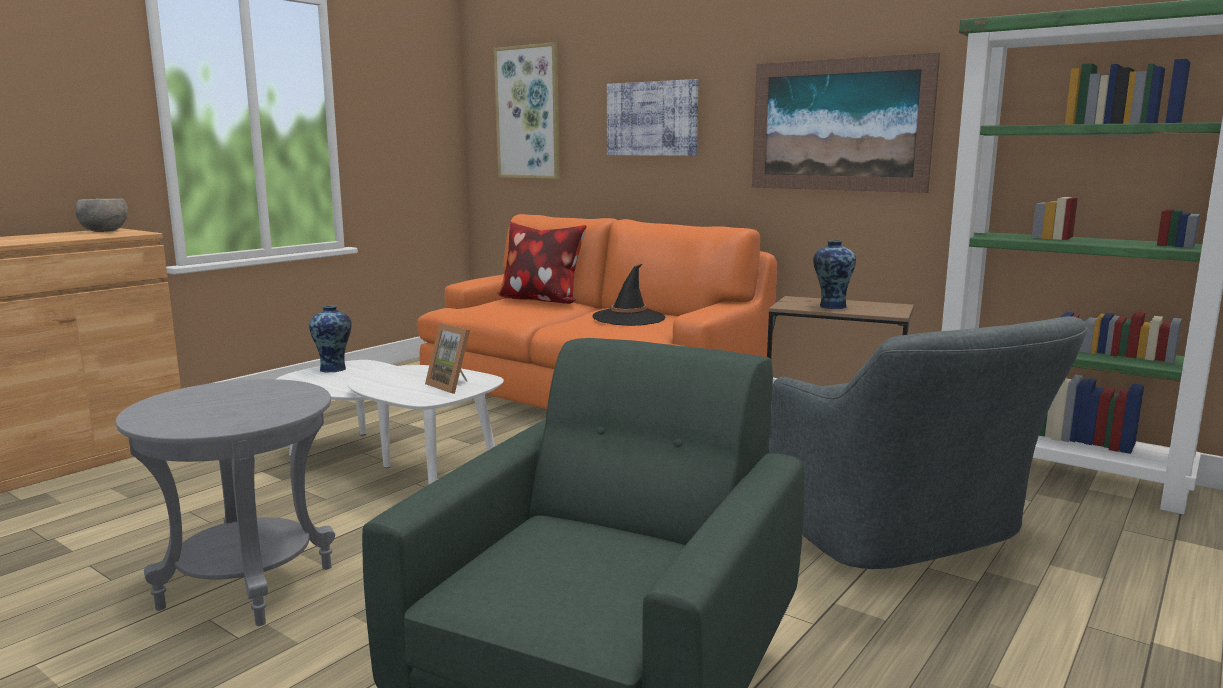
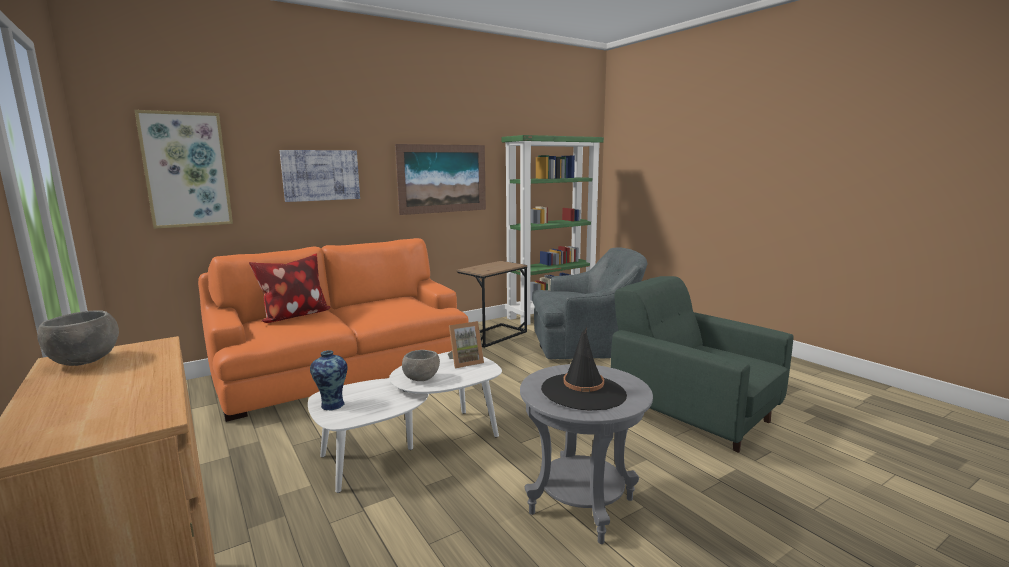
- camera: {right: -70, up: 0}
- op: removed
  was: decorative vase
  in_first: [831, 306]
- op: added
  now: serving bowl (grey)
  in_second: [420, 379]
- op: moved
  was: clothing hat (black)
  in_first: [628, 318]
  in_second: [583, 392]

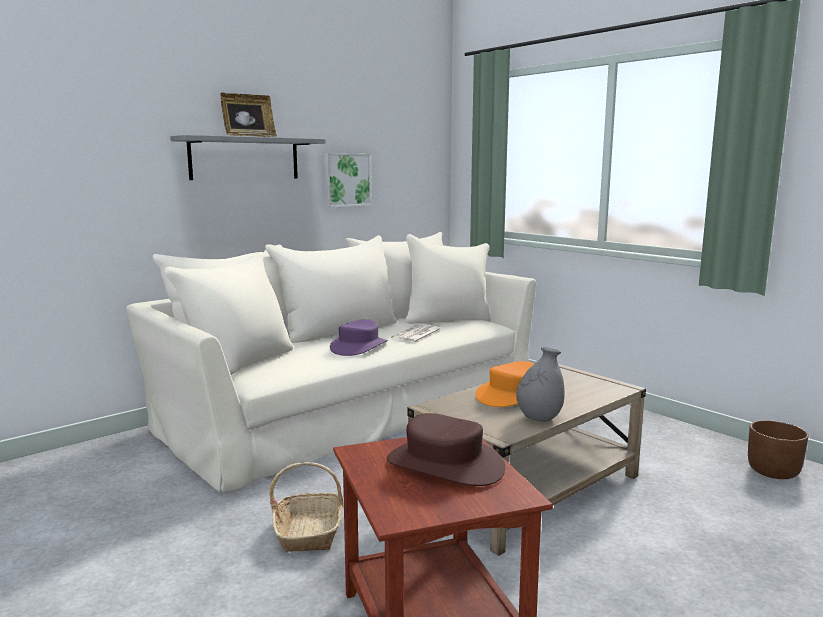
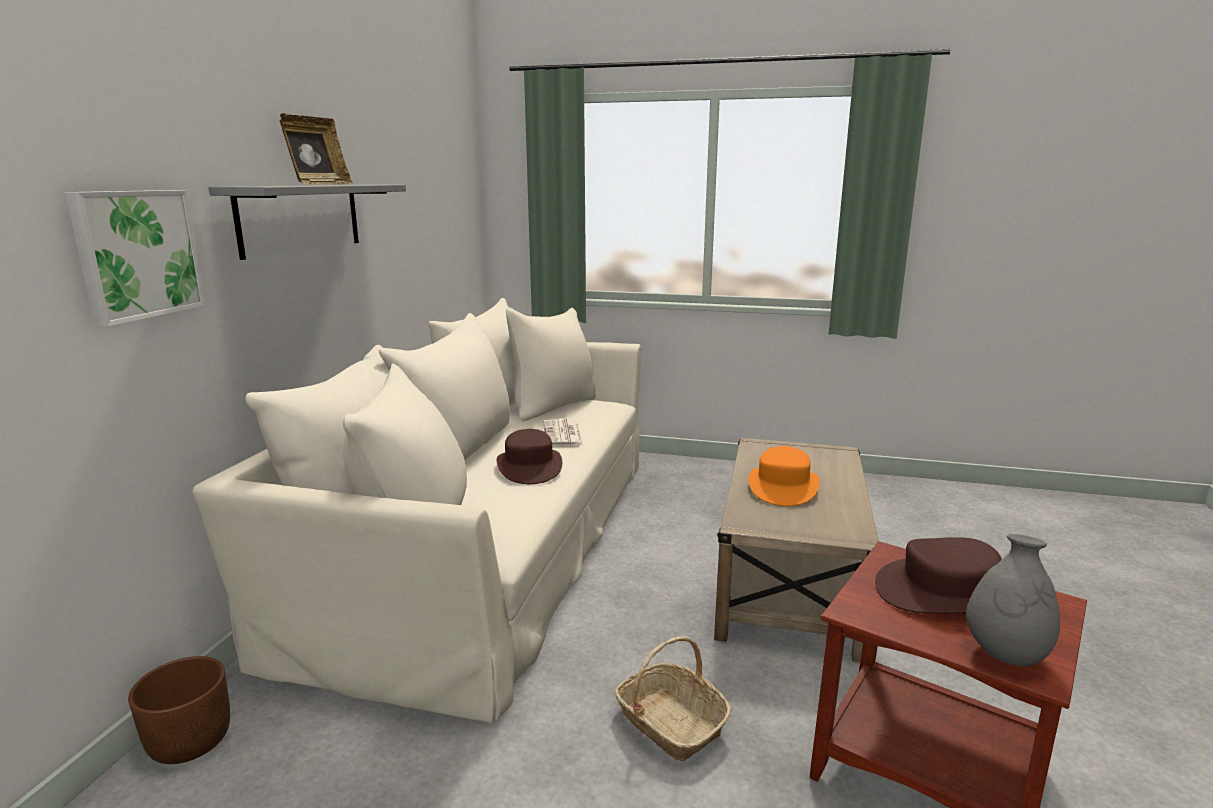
- camera: {right: -35, up: 5}
- op: moved
  was: picture
  in_first: [346, 179]
  in_second: [136, 254]
- op: moved
  was: decorative vase (grey)
  in_first: [539, 419]
  in_second: [1005, 655]
- op: moved
  was: flower pot (brownish)
  in_first: [773, 471]
  in_second: [190, 741]
- op: recoloured
  was: clothing hat (purplish)
  now: clothing hat (brownish)
  in_first: [359, 347]
  in_second: [529, 467]

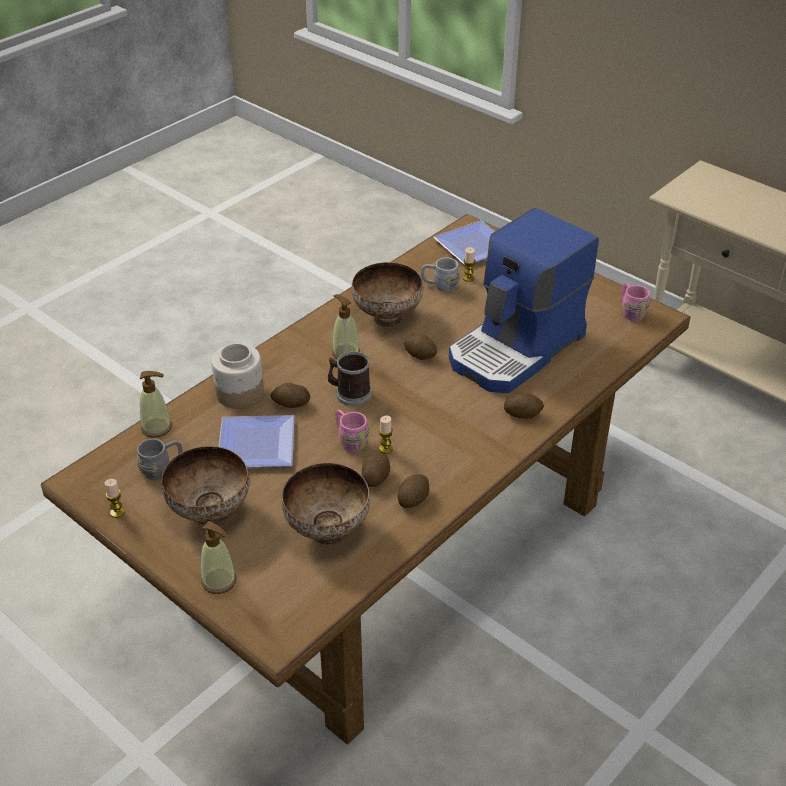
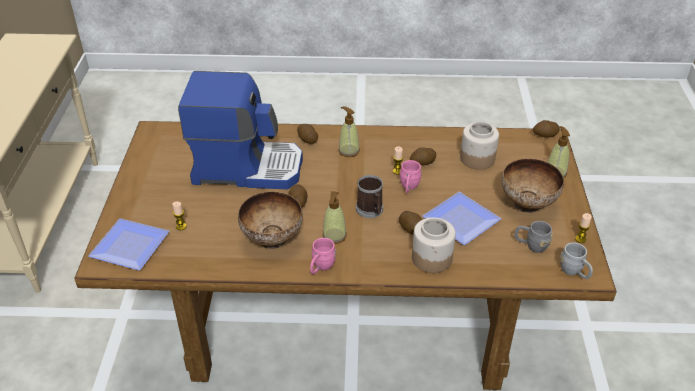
- camera: {right: -130, up: 0}
- op: moved
  was: soap bottle
  in_first: [157, 428]
  in_second: [348, 151]
- op: moved
  was: whole potato
  in_first: [413, 499]
  in_second: [544, 135]
- op: moved
  was: mug (grey)
  in_first: [440, 286]
  in_second: [574, 272]
- op: moved
  was: mug (pink)
  in_first: [630, 311]
  in_second: [321, 267]
- op: replaced
  was: serving bowl
  now: jar
  in_first: [327, 529]
  in_second: [477, 159]

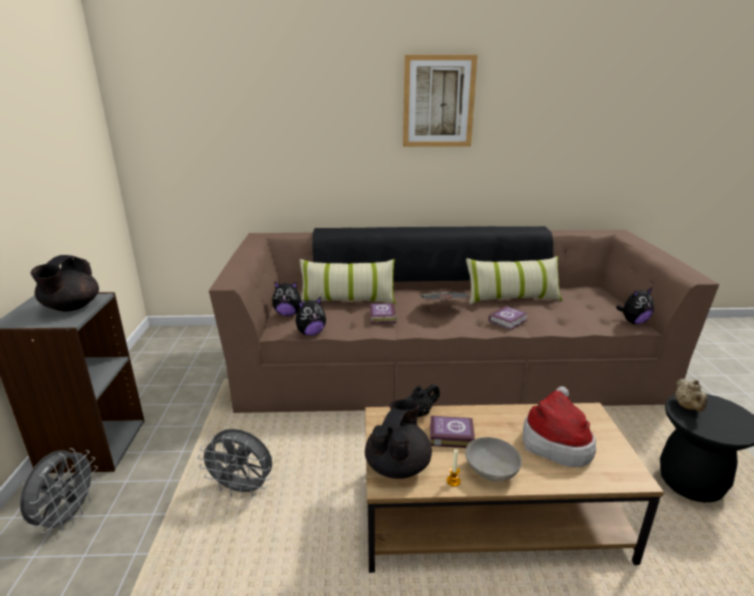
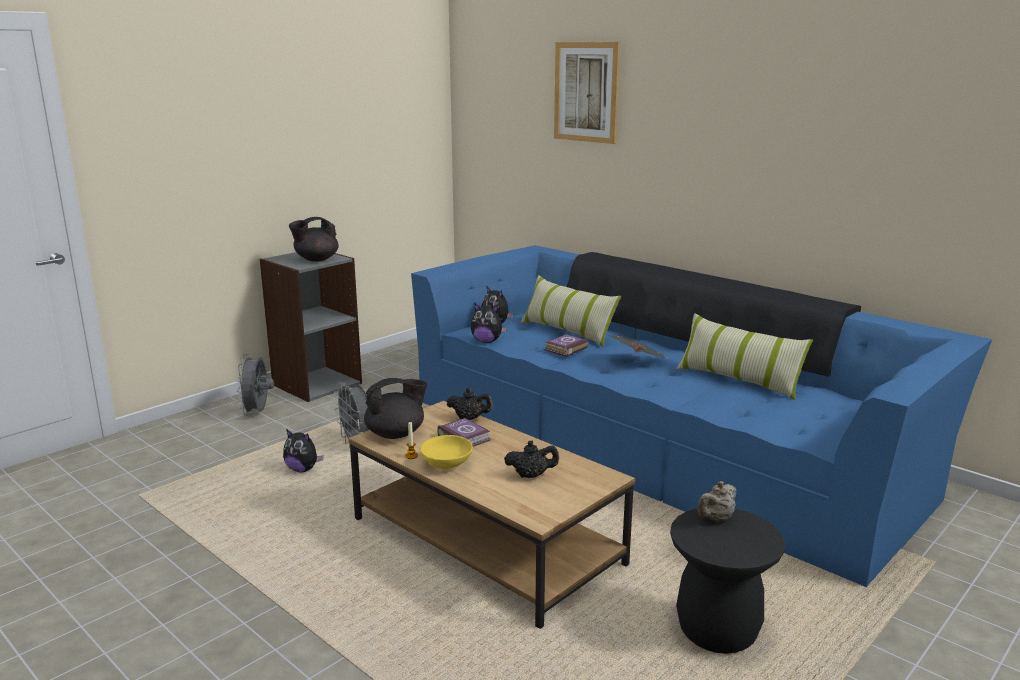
- camera: {right: 45, up: -5}
- op: removed
  was: volume
  in_first: [508, 320]
- op: moved
  was: picture
  in_first: [438, 102]
  in_second: [586, 92]
- op: moved
  was: plush toy
  in_first: [633, 322]
  in_second: [303, 469]
- op: replaced
  was: clothing hat
  now: teapot (black)
  in_first: [556, 441]
  in_second: [531, 475]
- op: recoloured
  was: couch (brownish)
  now: couch (blue)
  in_first: [444, 361]
  in_second: [659, 440]
- op: recoloured
  was: serving bowl (grey)
  now: serving bowl (yellowish)
  in_first: [492, 470]
  in_second: [447, 464]
- op: turned
  was: fan (grey)
  in_first: [68, 517]
  in_second: [258, 412]
  clockwise: 120

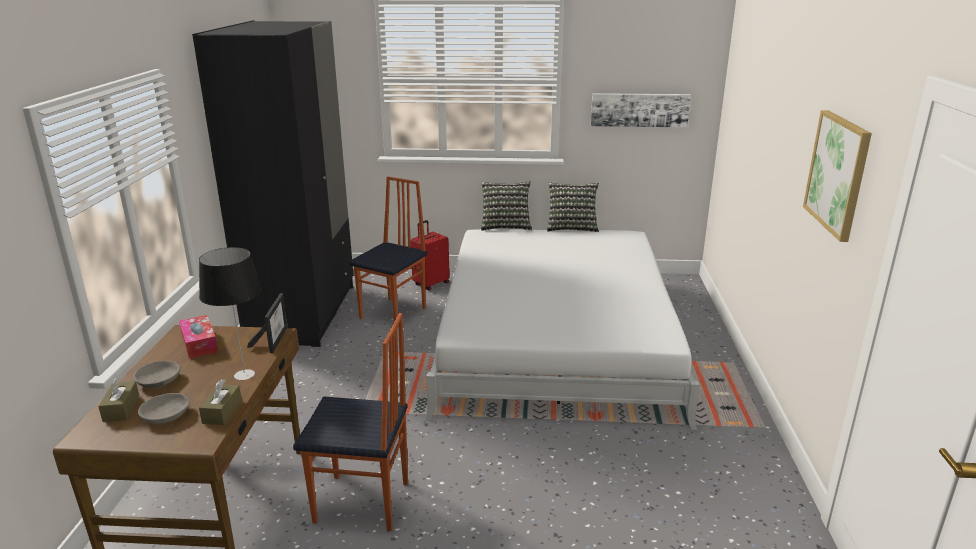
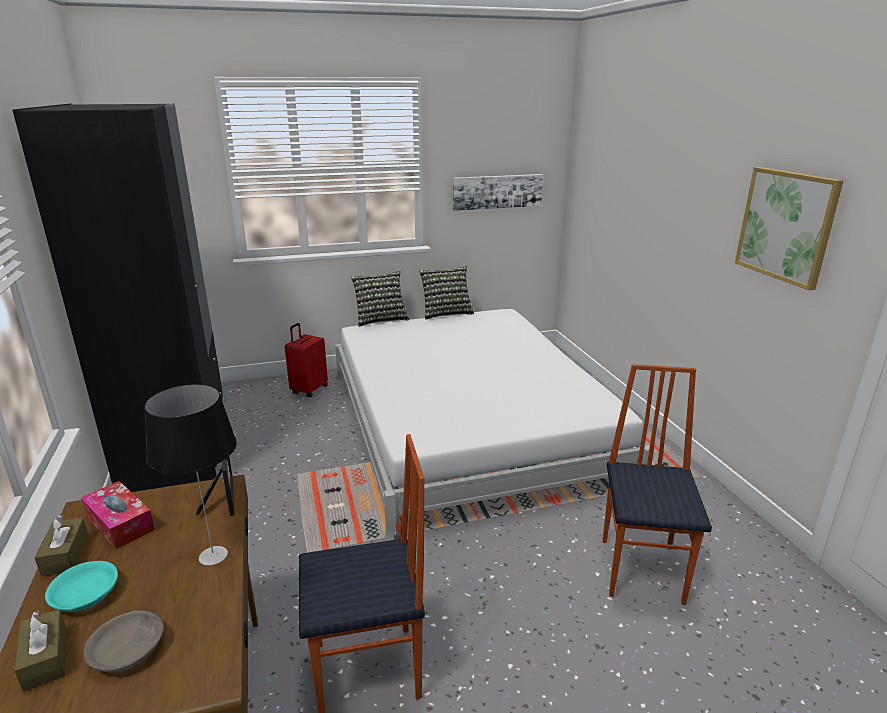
- camera: {right: -20, up: 0}
- op: moved
  was: box of tissues (brownish)
  in_first: [222, 412]
  in_second: [65, 555]
- op: moved
  was: plain chair
  in_first: [394, 313]
  in_second: [643, 569]
- op: recoloured
  was: serving bowl (grey)
  now: serving bowl (turquoise-coloured)
  in_first: [158, 381]
  in_second: [84, 595]

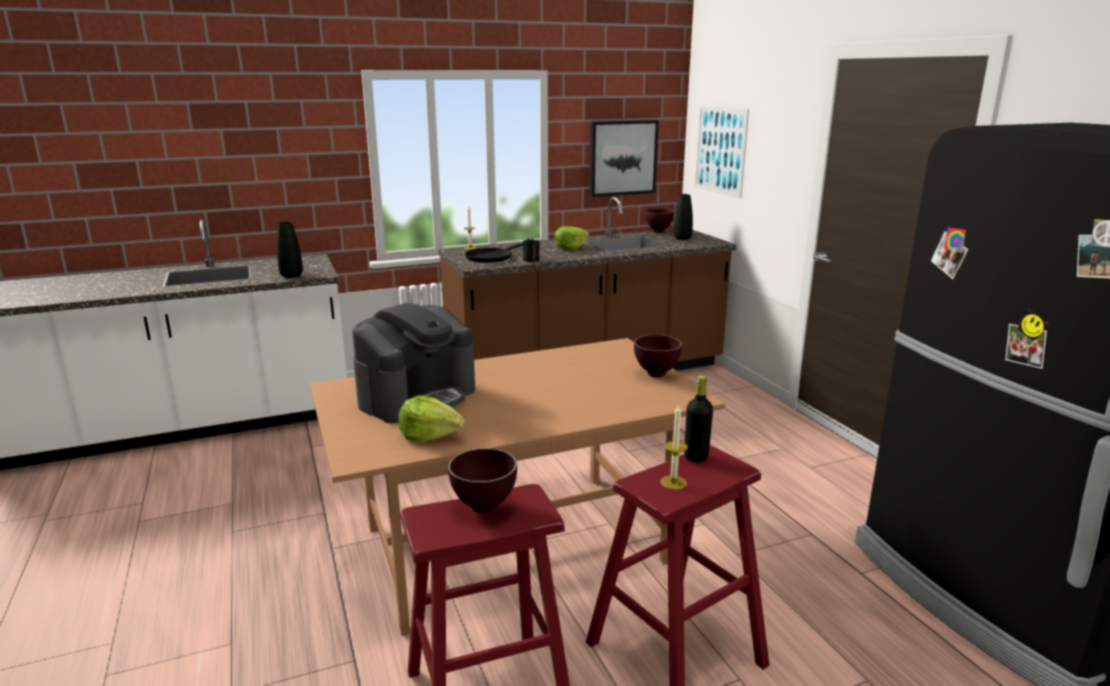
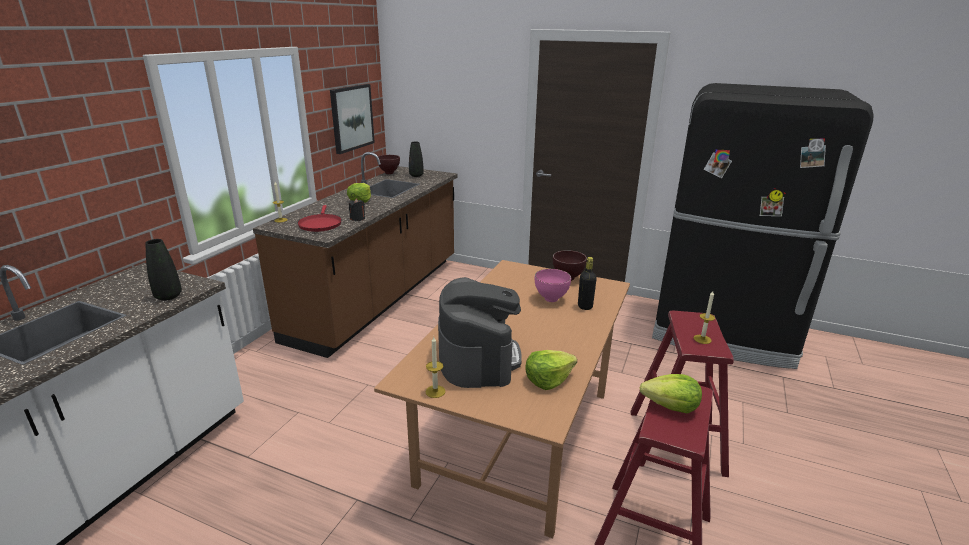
- camera: {right: -45, up: 5}
- op: removed
  was: picture
  in_first: [720, 150]
- op: added
  now: wax candle
  in_second: [435, 391]
- op: added
  now: serving bowl (pink)
  in_second: [551, 300]
- op: moved
  was: bottle (black)
  in_first: [696, 457]
  in_second: [585, 306]
- op: replaced
  was: serving bowl (brownish)
  now: lettuce head
  in_first: [483, 508]
  in_second: [671, 406]
- op: recoloured
  was: pan (black)
  now: pan (reddish)
  in_first: [490, 257]
  in_second: [320, 224]

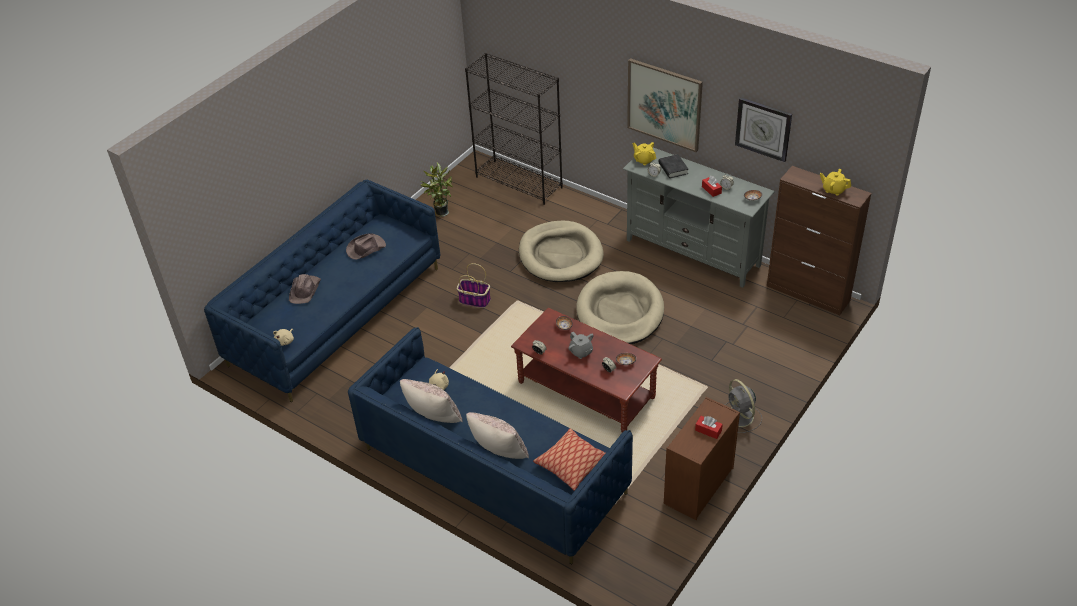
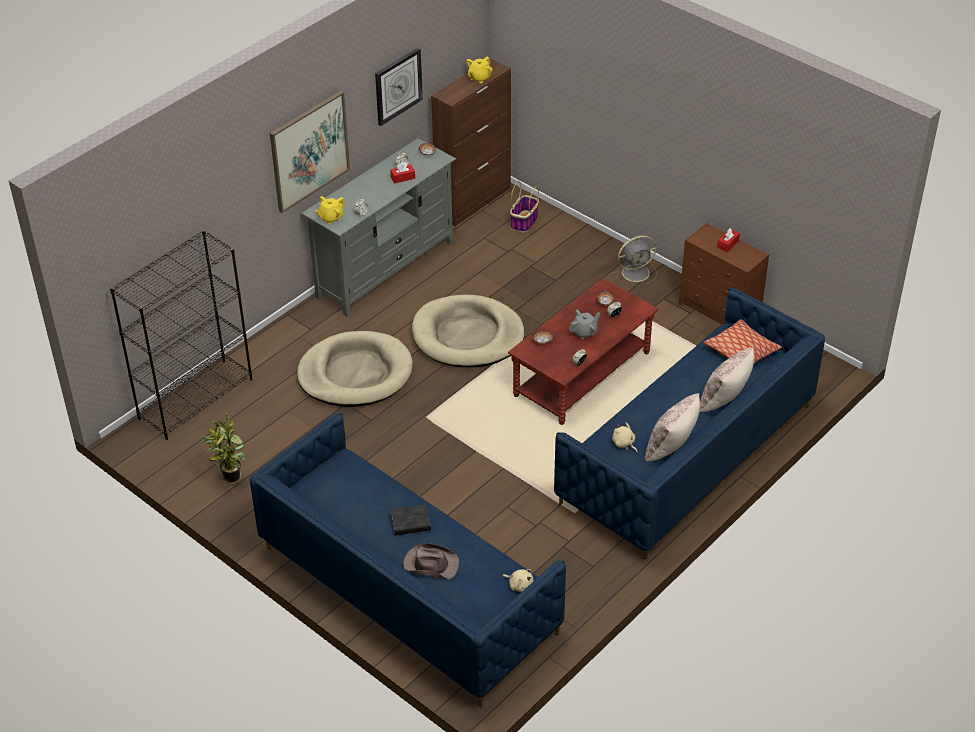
- camera: {right: -85, up: 0}
- op: removed
  was: clothing hat (brownish)
  in_first: [365, 248]
- op: moved
  was: basket
  in_first: [474, 300]
  in_second: [524, 222]
- op: moved
  was: volume (black)
  in_first: [673, 168]
  in_second: [410, 523]

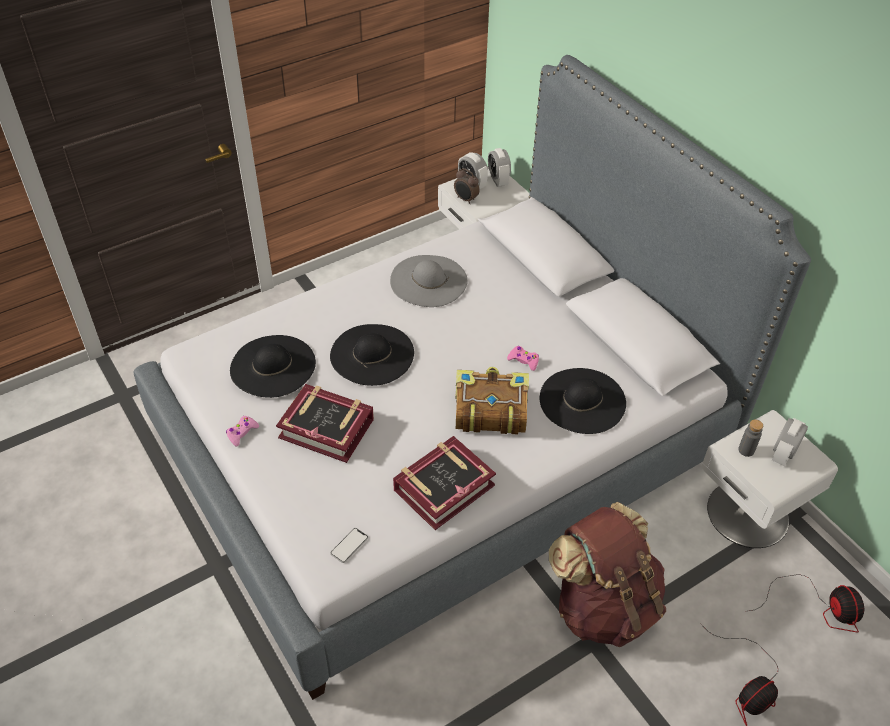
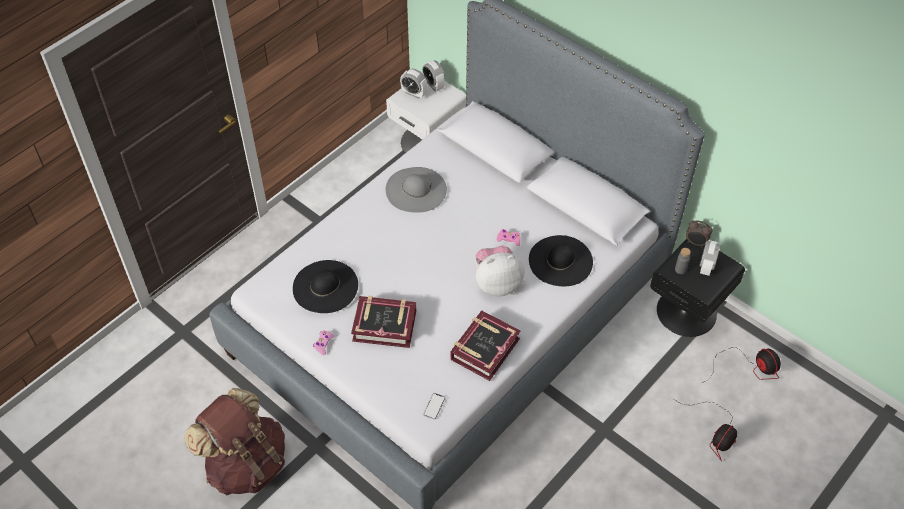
- camera: {right: -15, up: 5}
- op: removed
  was: clothing hat (black)
  in_first: [372, 354]
- op: moved
  was: table clock
  in_first: [465, 199]
  in_second: [695, 243]
- op: moved
  was: rucksack (brownish)
  in_first: [604, 605]
  in_second: [246, 464]
- op: replaced
  was: volume
  now: plush toy
  in_first: [489, 409]
  in_second: [497, 283]
- op: recoloured
  was: bedside table (whitish)
  now: bedside table (black)
  in_first: [748, 513]
  in_second: [687, 311]

